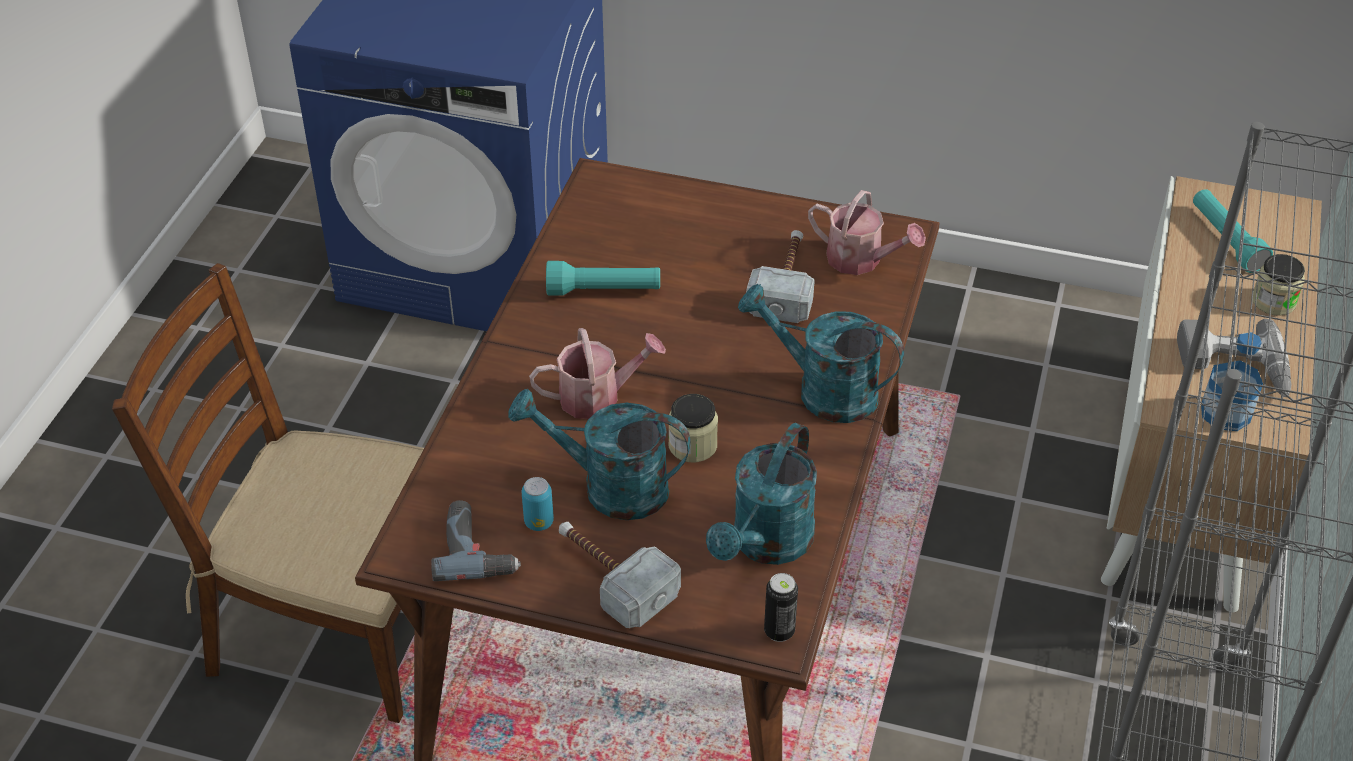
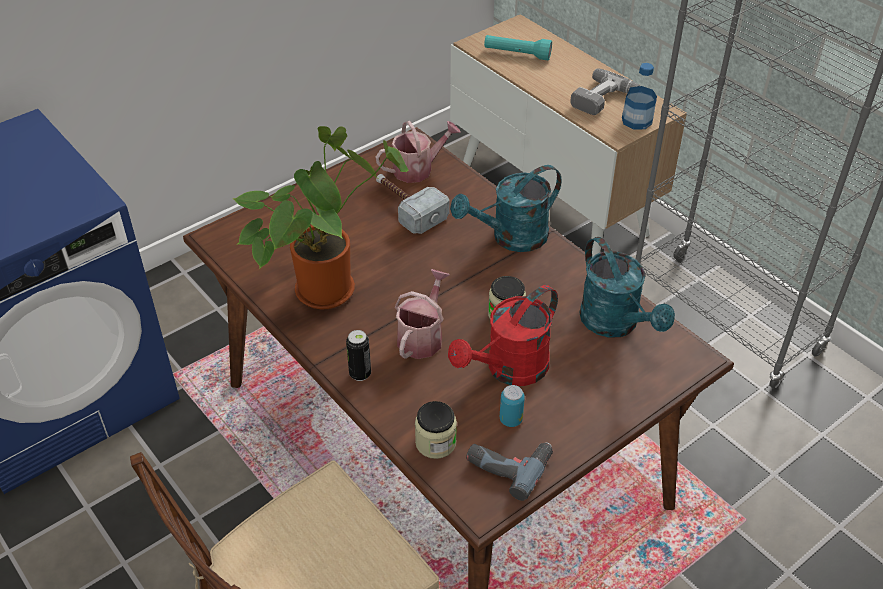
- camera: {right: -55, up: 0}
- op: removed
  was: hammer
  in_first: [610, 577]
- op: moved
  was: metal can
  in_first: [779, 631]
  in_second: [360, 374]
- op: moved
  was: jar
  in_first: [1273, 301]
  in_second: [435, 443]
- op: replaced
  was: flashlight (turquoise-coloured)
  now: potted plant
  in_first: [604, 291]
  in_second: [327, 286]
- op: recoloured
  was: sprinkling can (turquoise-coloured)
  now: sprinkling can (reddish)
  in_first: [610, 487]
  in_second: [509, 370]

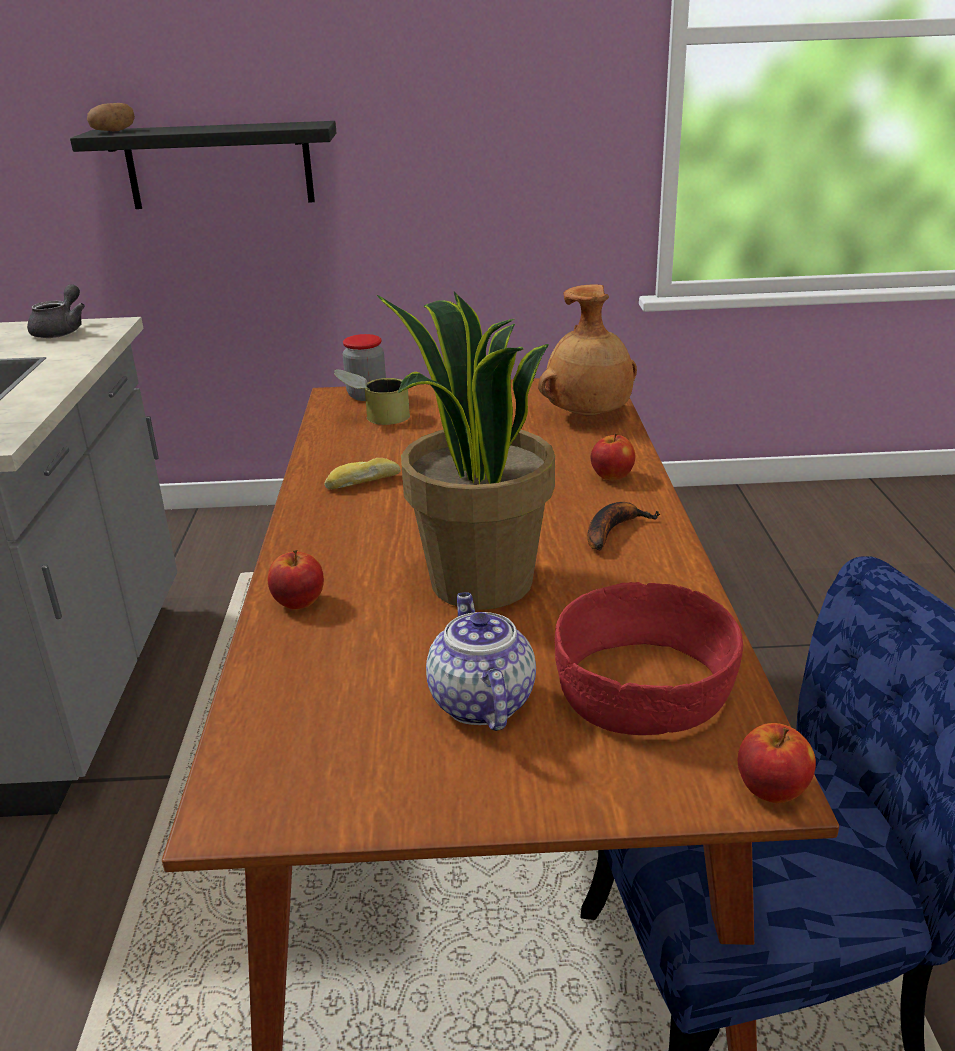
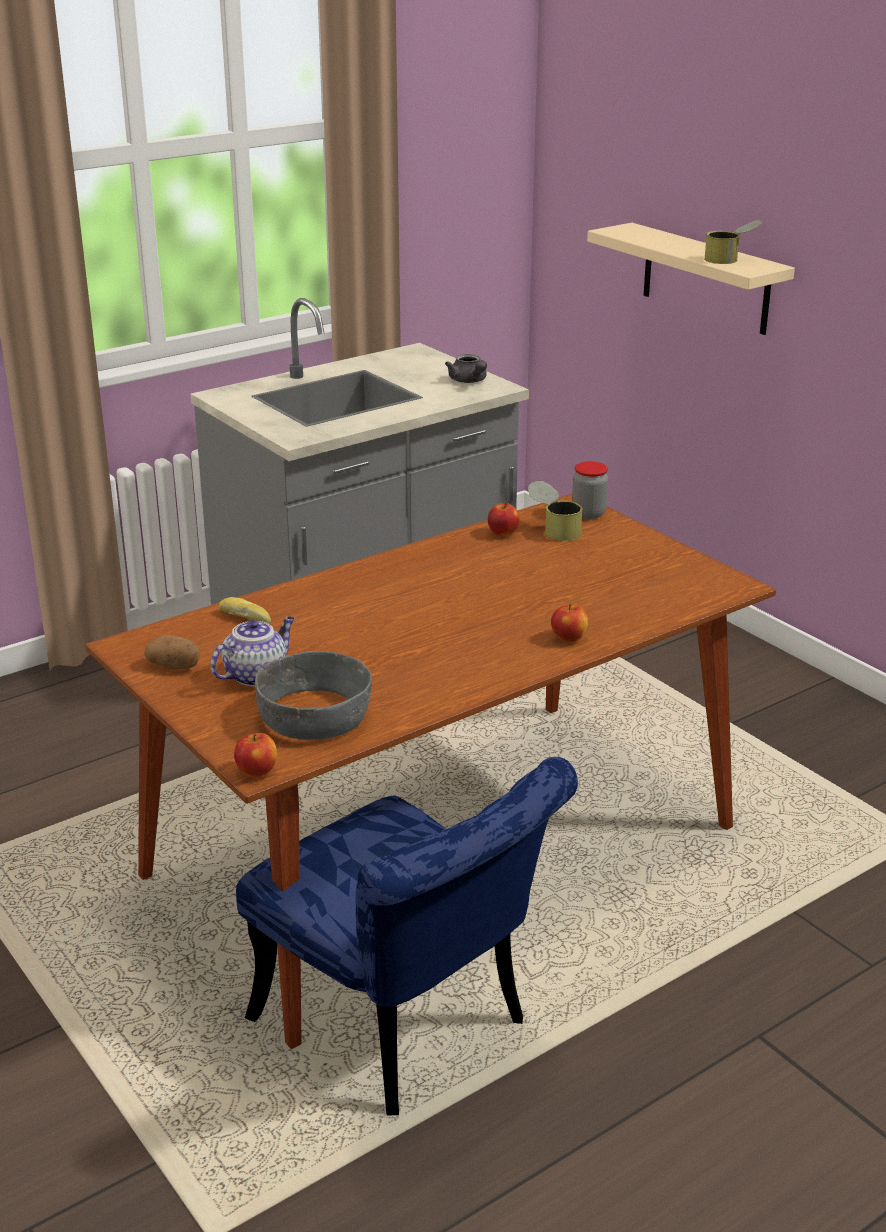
- camera: {right: 55, up: 0}
- op: removed
  was: potted plant
  in_first: [479, 583]
- op: removed
  was: decorative vase (brownish)
  in_first: [589, 416]
- op: removed
  was: whole banana
  in_first: [613, 530]
- op: added
  now: metal can
  in_second: [731, 259]
- op: moved
  was: whole potato
  in_first: [113, 131]
  in_second: [175, 666]
- op: moved
  was: apple
  in_first: [298, 602]
  in_second: [503, 533]
- op: moved
  was: bakery bread
  in_first: [362, 482]
  in_second: [246, 617]
- op: recoloured
  was: bracket shelf (black)
  now: bracket shelf (beige-coloured)
  in_first: [219, 165]
  in_second: [706, 279]
- op: recoloured
  was: serving bowl (reddish)
  now: serving bowl (grey)
  in_first: [644, 685]
  in_second: [316, 715]
- op: turned
  was: teapot (grey)
  in_first: [61, 331]
  in_second: [469, 381]
  clockwise: 90

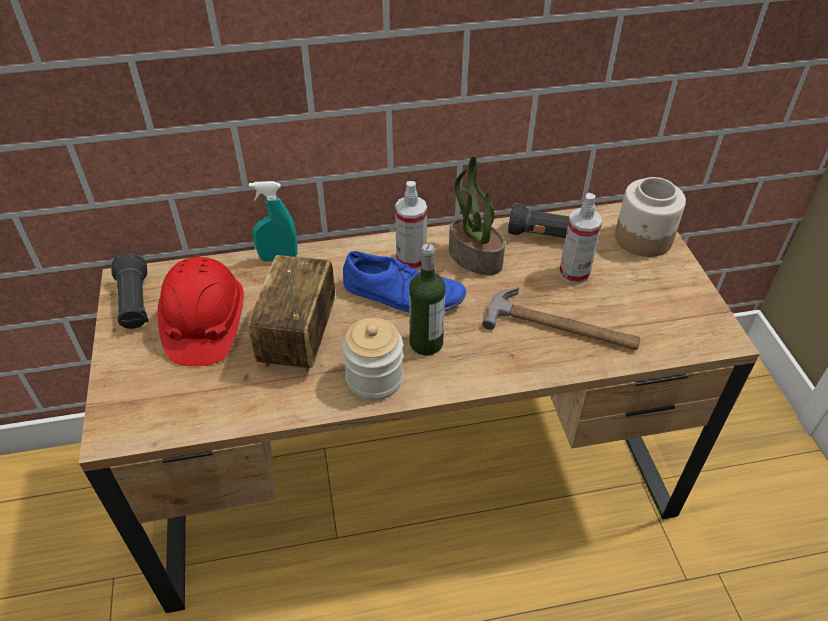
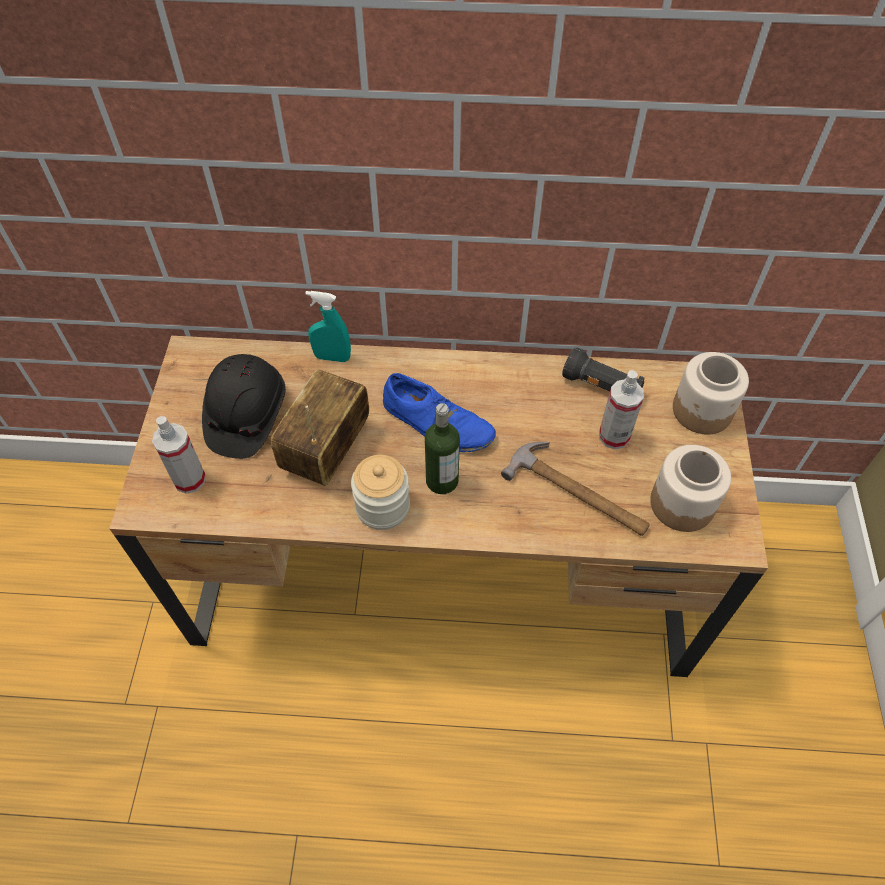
- camera: {right: 15, up: 10}
- op: removed
  was: flashlight (black)
  in_first: [135, 304]
- op: removed
  was: potted plant
  in_first: [474, 258]
- op: added
  now: jar
  in_second: [682, 503]
- op: moved
  was: sprayer
  in_first: [411, 260]
  in_second: [189, 479]
- op: recoloured
  was: hard hat (reddish)
  now: hard hat (black)
  in_first: [204, 325]
  in_second: [246, 416]

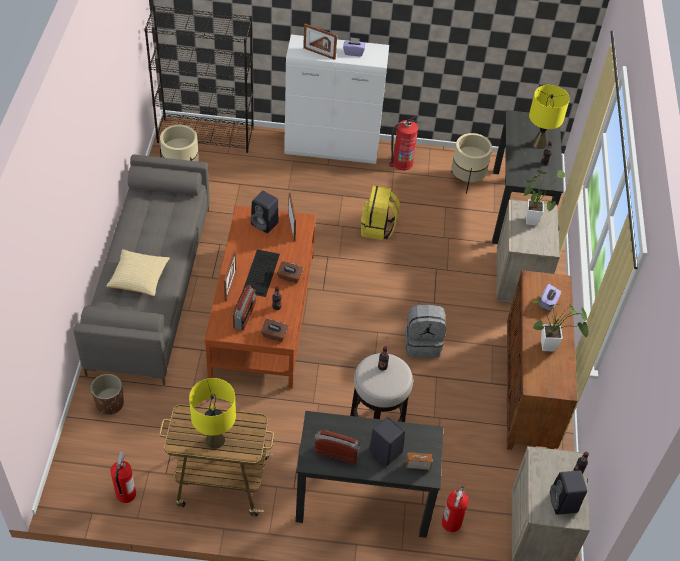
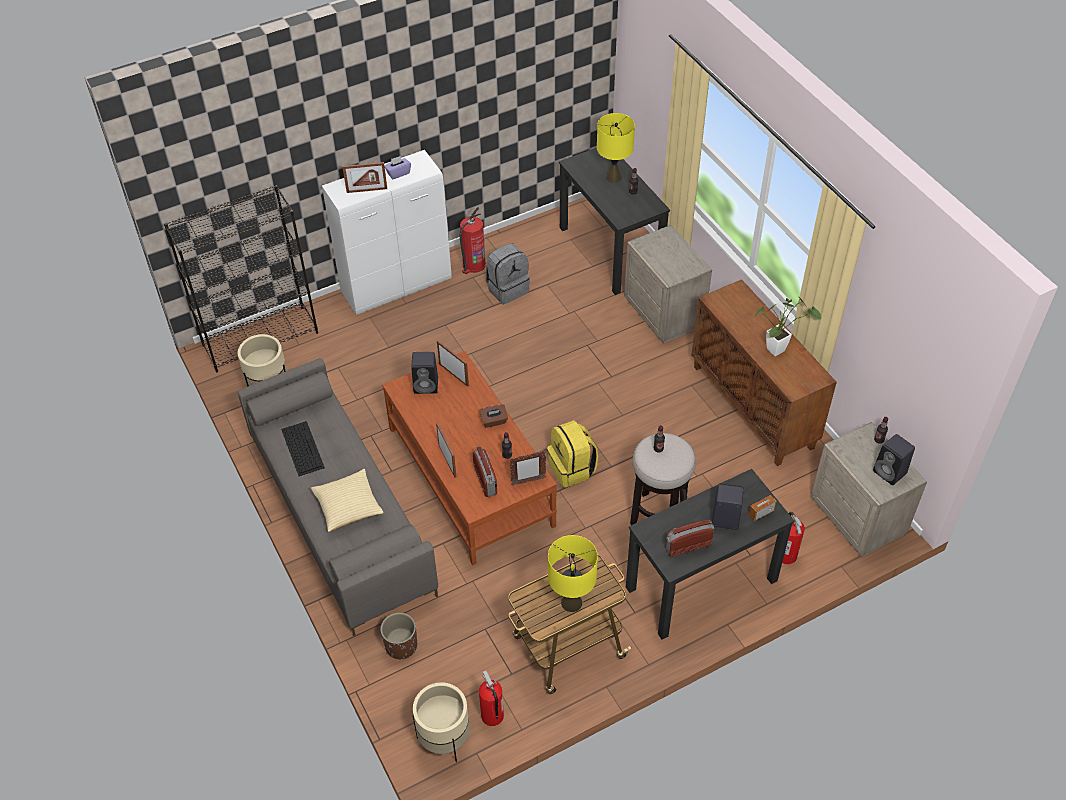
- camera: {right: -30, up: 0}
- op: removed
  was: potted plant
  in_first: [531, 218]
- op: removed
  was: box of tissues (purplish)
  in_first: [548, 302]
- op: moved
  was: keyboard
  in_first: [261, 272]
  in_second: [302, 448]
- op: moved
  was: rucksack (yellowish)
  in_first: [378, 228]
  in_second: [572, 469]
- op: moved
  was: rucksack (grey)
  in_first: [422, 343]
  in_second: [507, 288]
- op: moved
  was: flower pot (beige-coloured)
  in_first: [467, 180]
  in_second: [444, 738]
- op: replaced
  was: box of tissues (brownish)
  now: standing frame
  in_first: [274, 335]
  in_second: [528, 481]

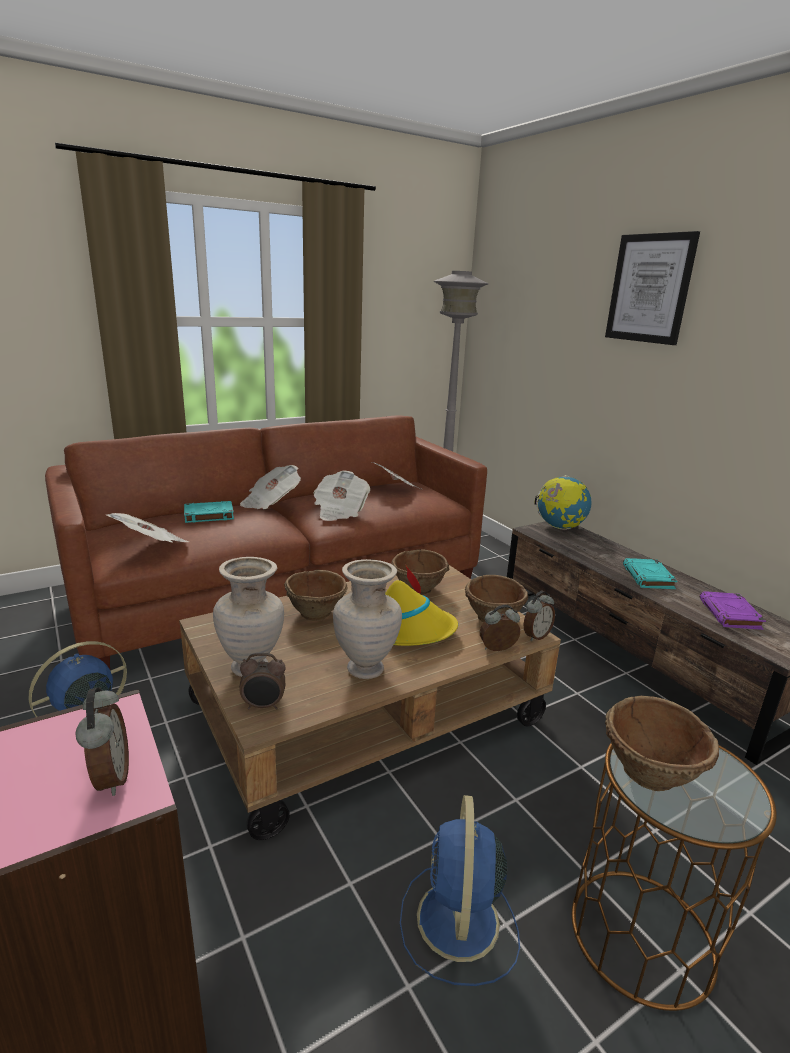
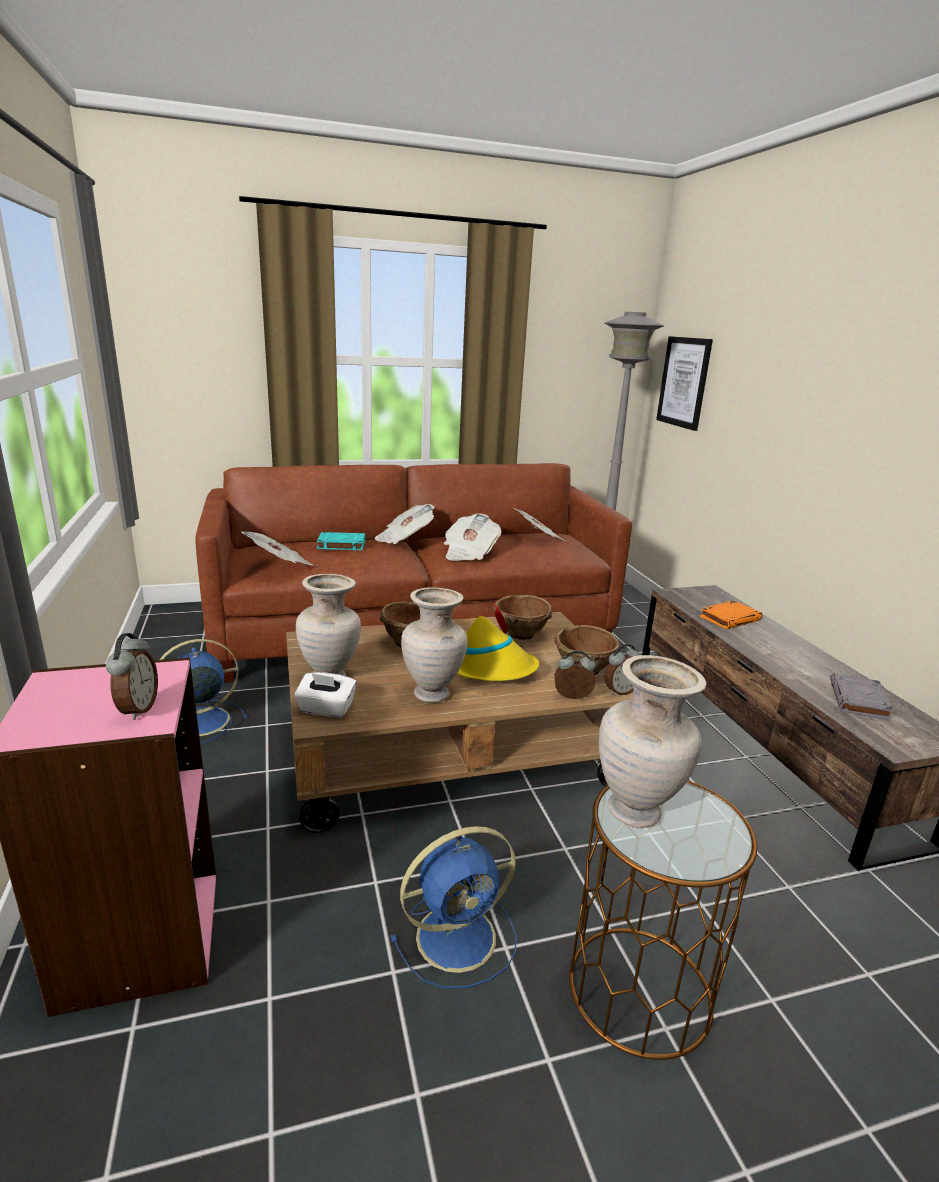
- camera: {right: 15, up: 0}
- op: removed
  was: globe
  in_first: [559, 527]
- op: removed
  was: volume (turquoise-coloured)
  in_first: [648, 577]
- op: added
  now: volume (orange-coloured)
  in_second: [730, 618]
- op: moved
  was: picture
  in_first: [649, 288]
  in_second: [684, 382]
- op: replaced
  was: table clock
  now: box of tissues (whitish)
  in_first: [263, 706]
  in_second: [326, 709]
- op: replaced
  was: serving bowl (brownish)
  now: decorative vase (beige-coloured)
  in_first: [651, 774]
  in_second: [636, 812]
- op: recoloured
  was: volume (purplish)
  now: volume (grey)
  in_first: [730, 614]
  in_second: [859, 701]
- op: turned
  was: fan (blue)
  in_first: [457, 923]
  in_second: [459, 936]
  clockwise: -135

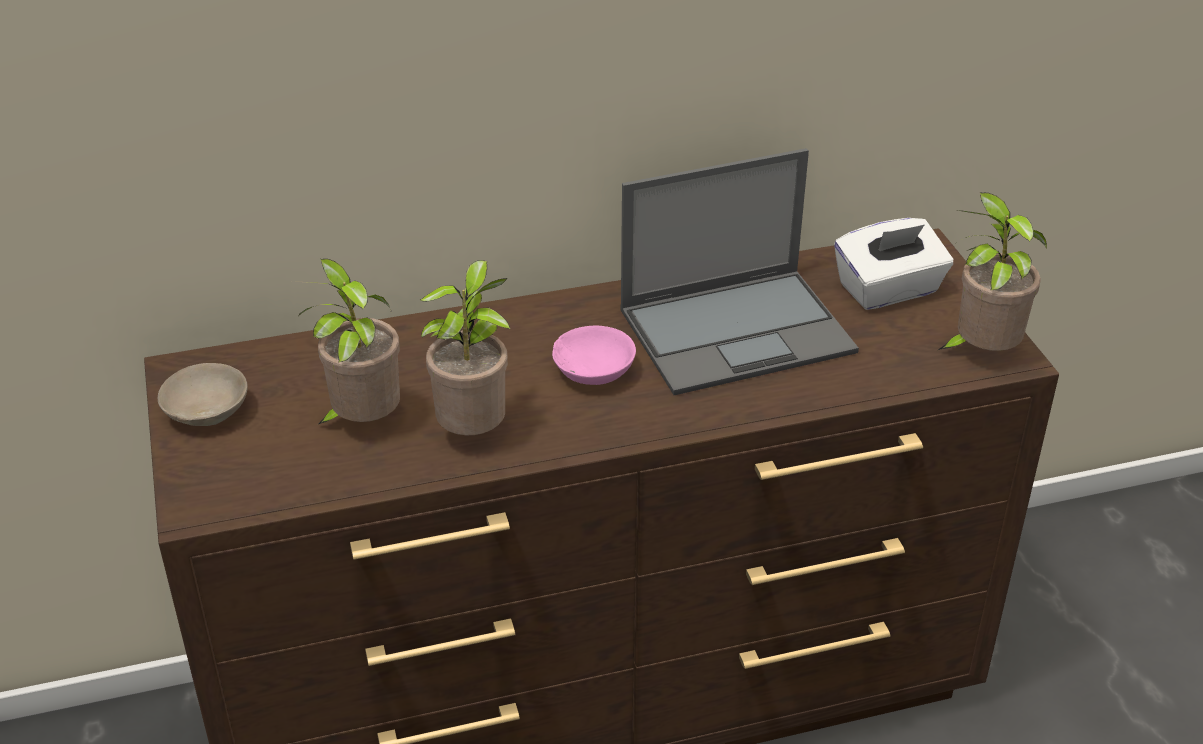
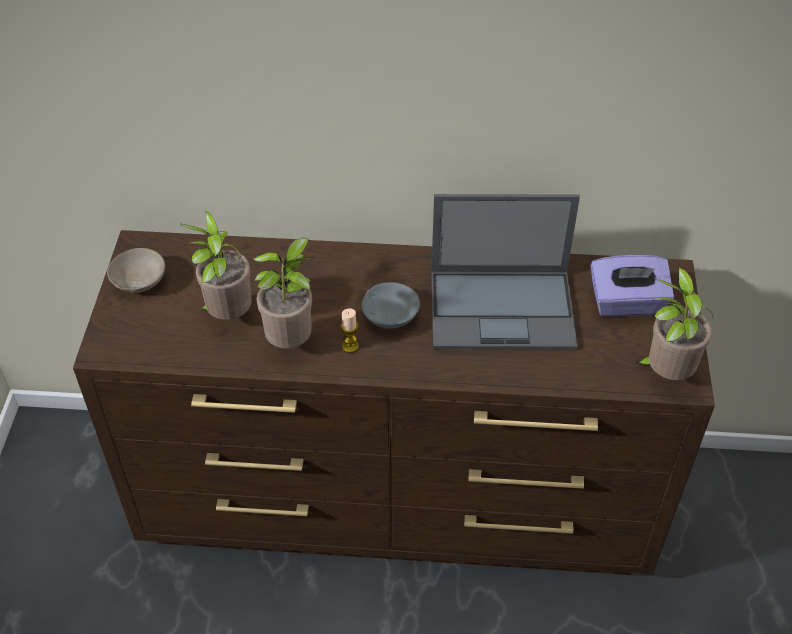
- camera: {right: 20, up: 10}
- op: added
  now: wax candle
  in_second: [350, 346]
- op: recoloured
  was: serving bowl (pink)
  now: serving bowl (grey)
  in_first: [596, 372]
  in_second: [392, 316]
- op: recoloured
  was: box of tissues (whitish)
  now: box of tissues (purplish)
  in_first: [889, 290]
  in_second: [626, 303]

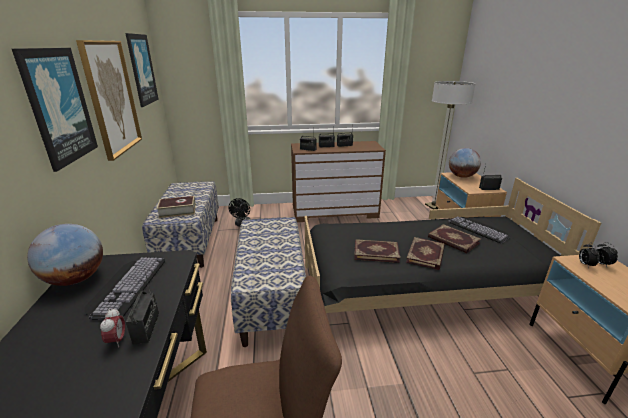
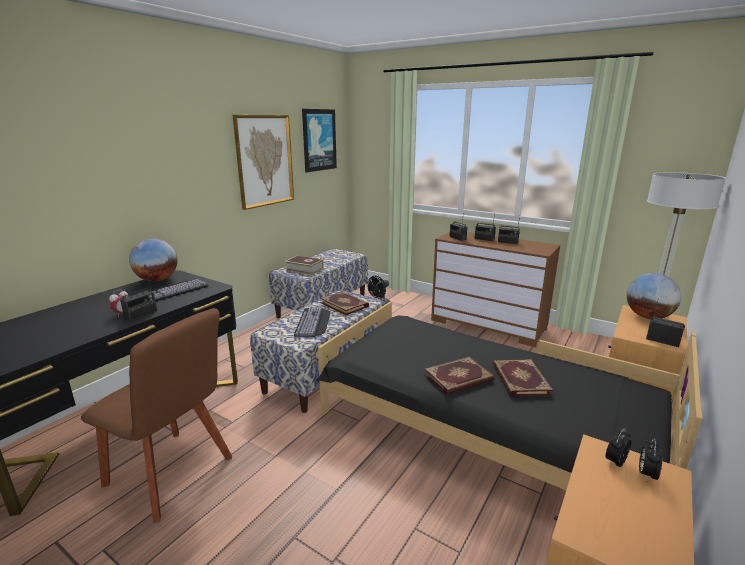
- camera: {right: 40, up: -5}
- op: removed
  was: picture
  in_first: [59, 106]
- op: moved
  was: volume
  in_first: [376, 252]
  in_second: [344, 304]
- op: moved
  was: keyboard
  in_first: [479, 228]
  in_second: [314, 322]

